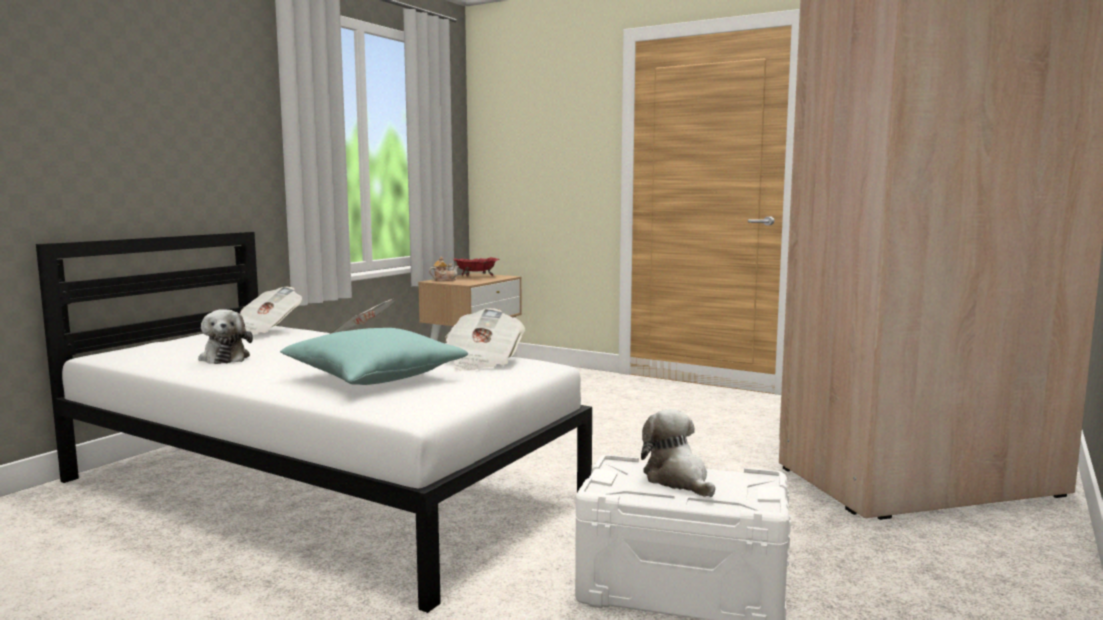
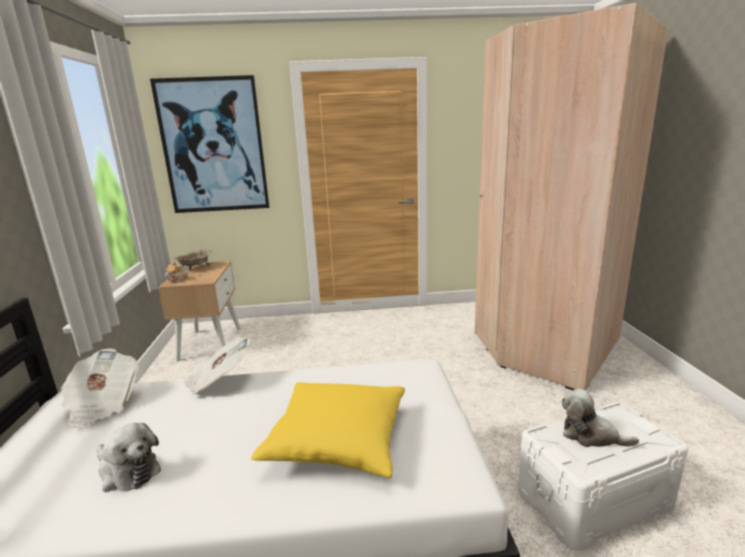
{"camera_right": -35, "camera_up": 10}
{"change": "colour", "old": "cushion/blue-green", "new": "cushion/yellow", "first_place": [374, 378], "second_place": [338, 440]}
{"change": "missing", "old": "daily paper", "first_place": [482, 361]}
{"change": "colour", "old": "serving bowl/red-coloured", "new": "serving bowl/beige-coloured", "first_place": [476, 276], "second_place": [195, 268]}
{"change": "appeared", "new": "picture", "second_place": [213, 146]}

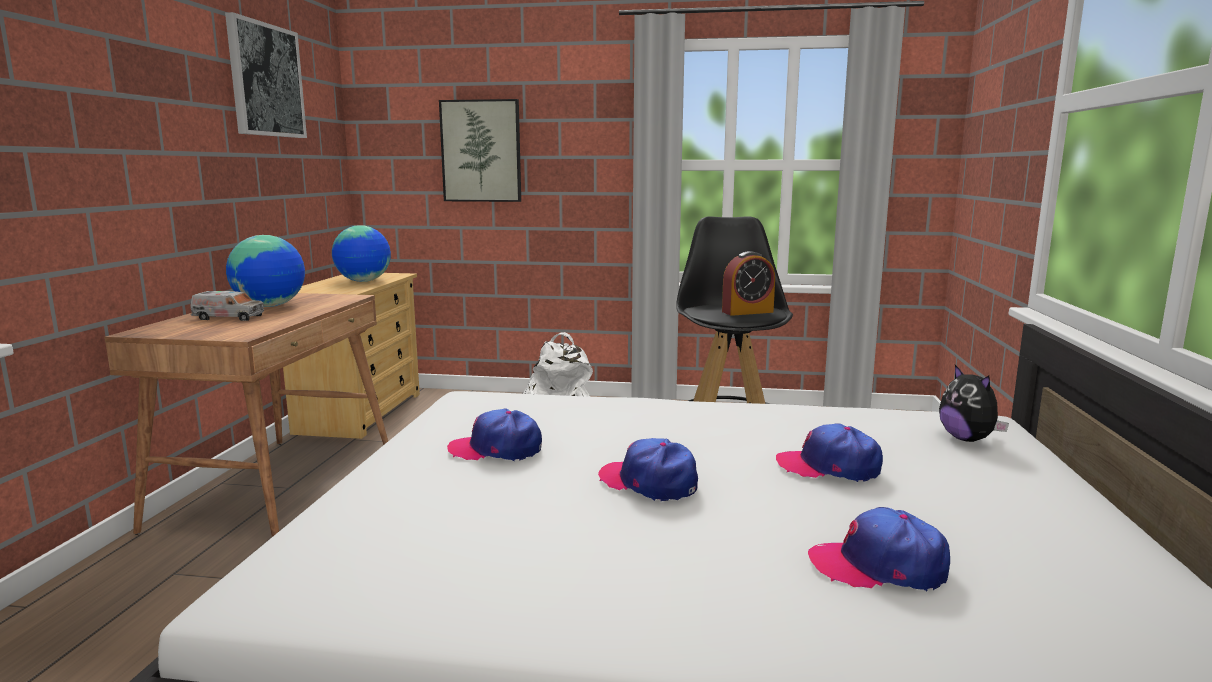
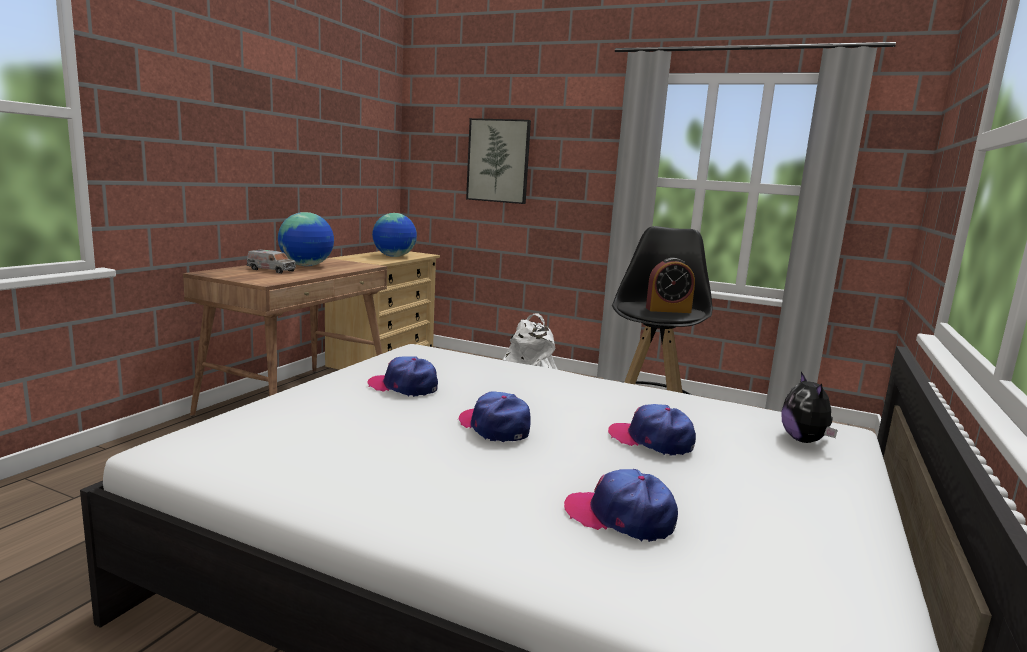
{"camera_right": 15, "camera_up": 0}
{"change": "missing", "old": "picture", "first_place": [265, 80]}

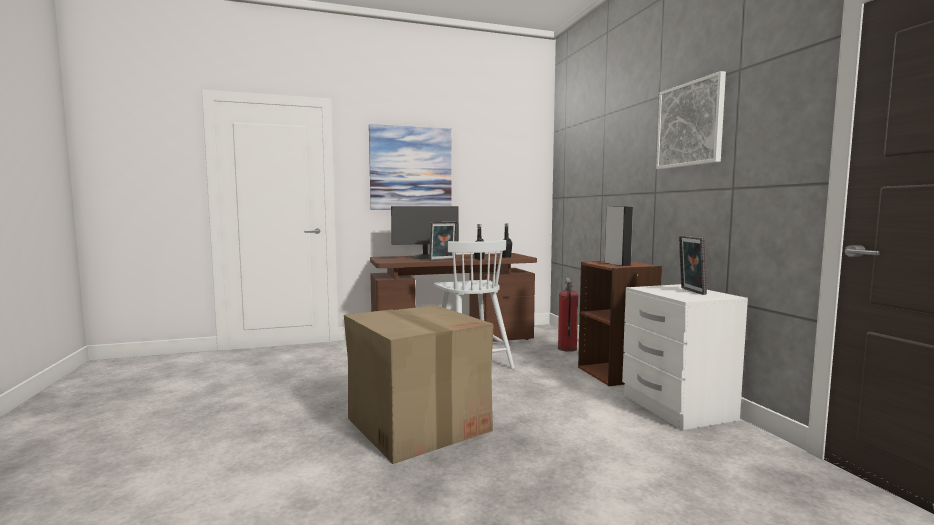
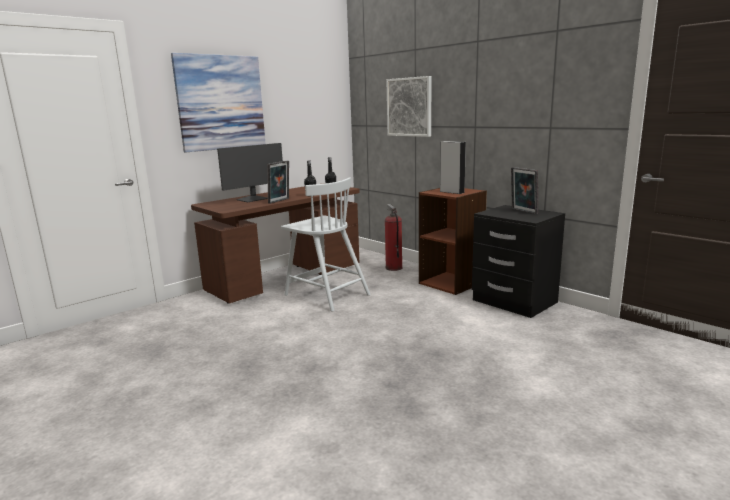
{"camera_right": -25, "camera_up": 10}
{"change": "missing", "old": "packing box", "first_place": [417, 424]}
{"change": "colour", "old": "bedside table/whitish", "new": "bedside table/black-coloured", "first_place": [676, 407], "second_place": [513, 302]}
{"change": "relocated", "old": "picture", "first_place": [690, 124], "second_place": [409, 107]}

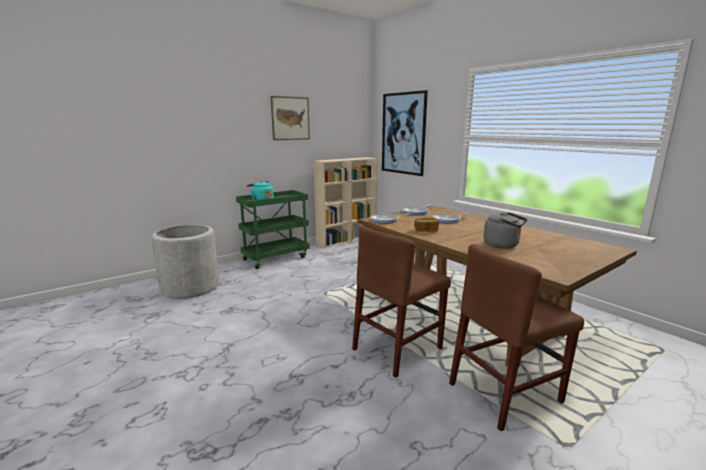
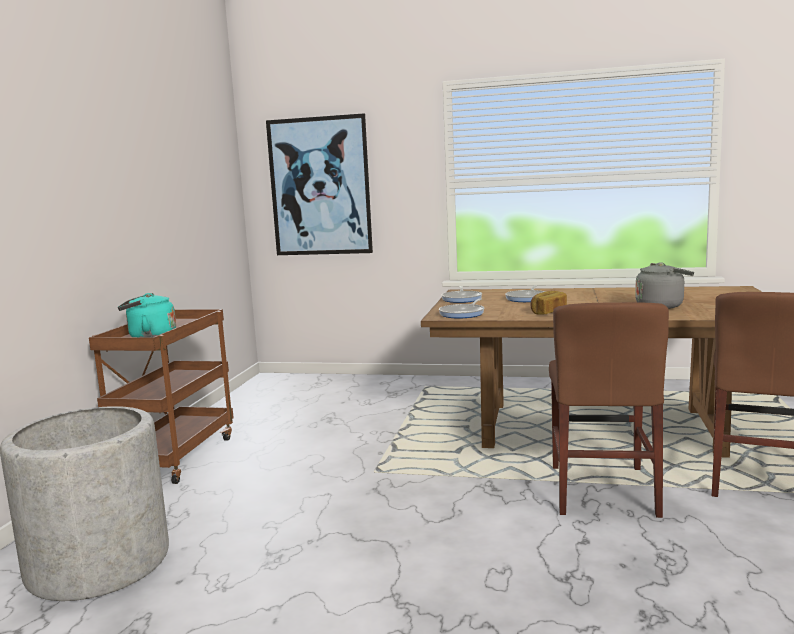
{"camera_right": -40, "camera_up": -5}
{"change": "colour", "old": "cart/greenish", "new": "cart/brown", "first_place": [276, 258], "second_place": [176, 456]}
{"change": "missing", "old": "picture", "first_place": [290, 118]}
{"change": "missing", "old": "bookcase/beige-coloured", "first_place": [347, 239]}

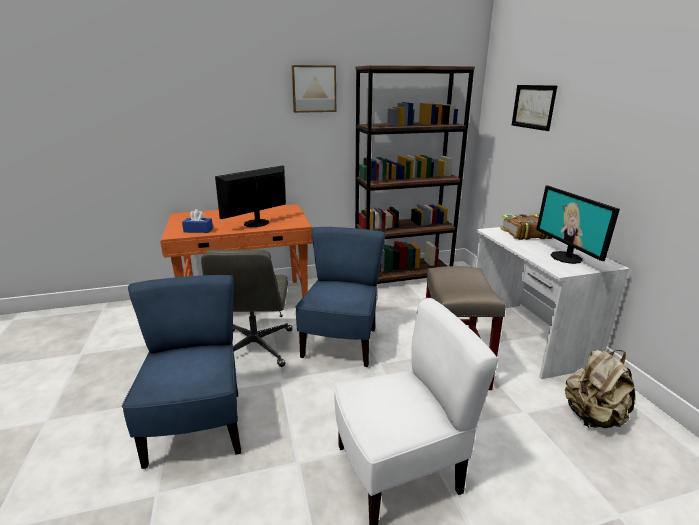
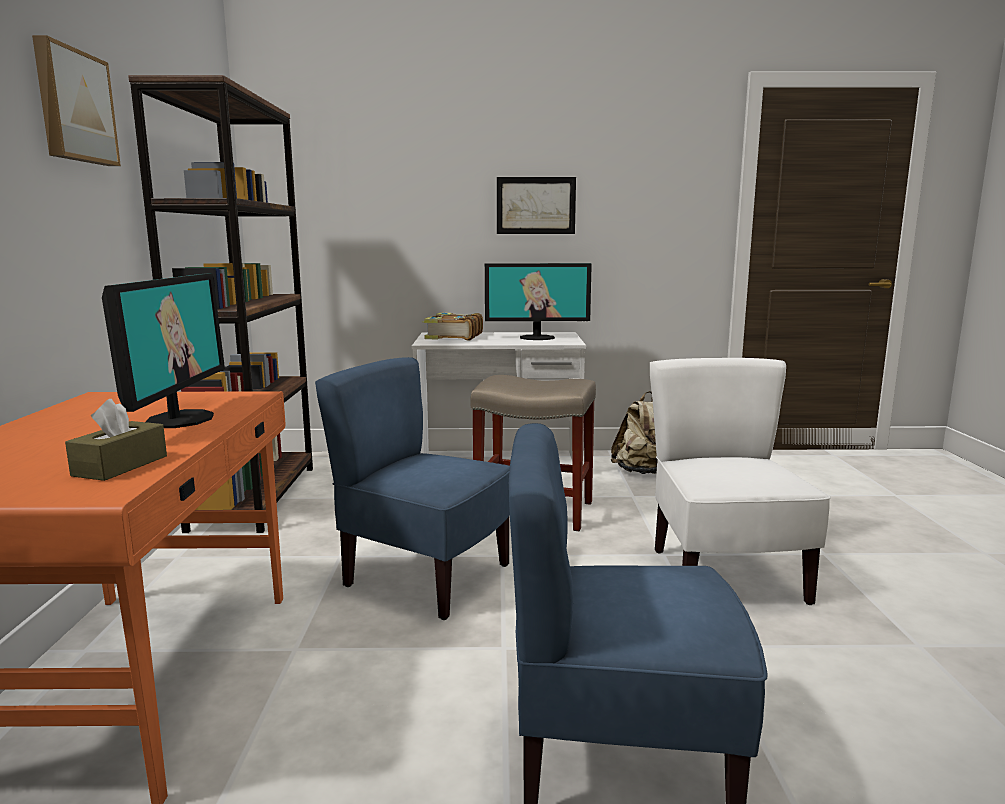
{"camera_right": -75, "camera_up": -10}
{"change": "colour", "old": "box of tissues/blue", "new": "box of tissues/brown", "first_place": [198, 230], "second_place": [120, 466]}
{"change": "missing", "old": "office chair/grey", "first_place": [255, 348]}
{"change": "spun", "old": "computer screen", "first_place": [256, 223], "second_place": [178, 419], "degrees": -150}
{"change": "relocated", "old": "picture", "first_place": [533, 107], "second_place": [536, 205]}

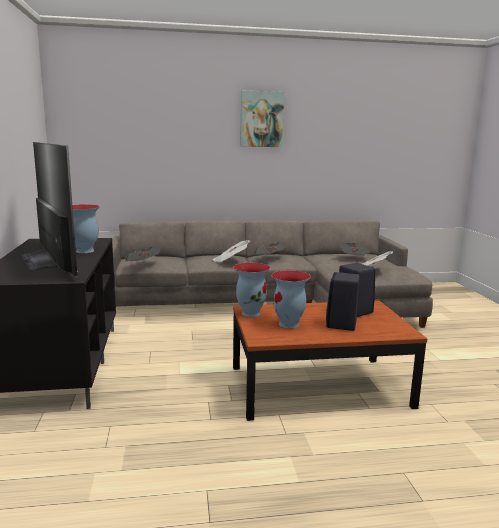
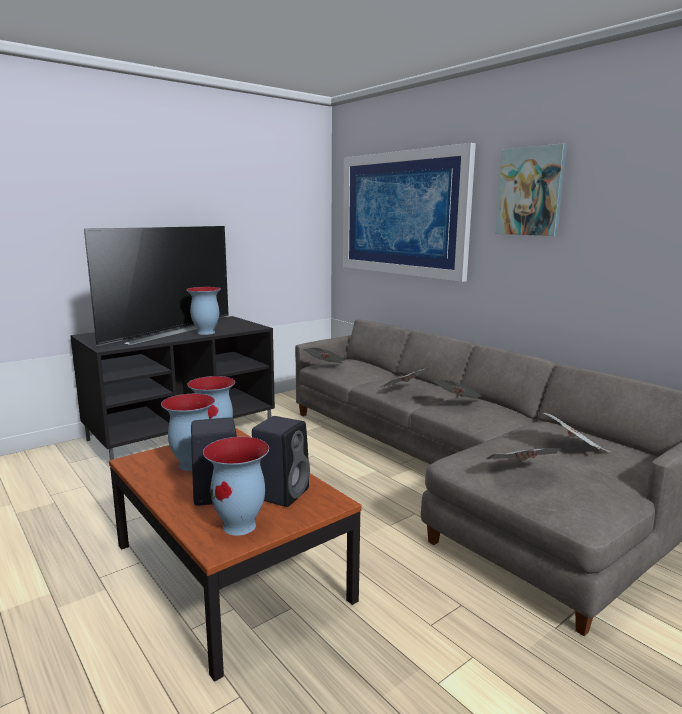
{"camera_right": 60, "camera_up": 0}
{"change": "appeared", "new": "vase", "second_place": [240, 526]}
{"change": "appeared", "new": "picture", "second_place": [402, 214]}

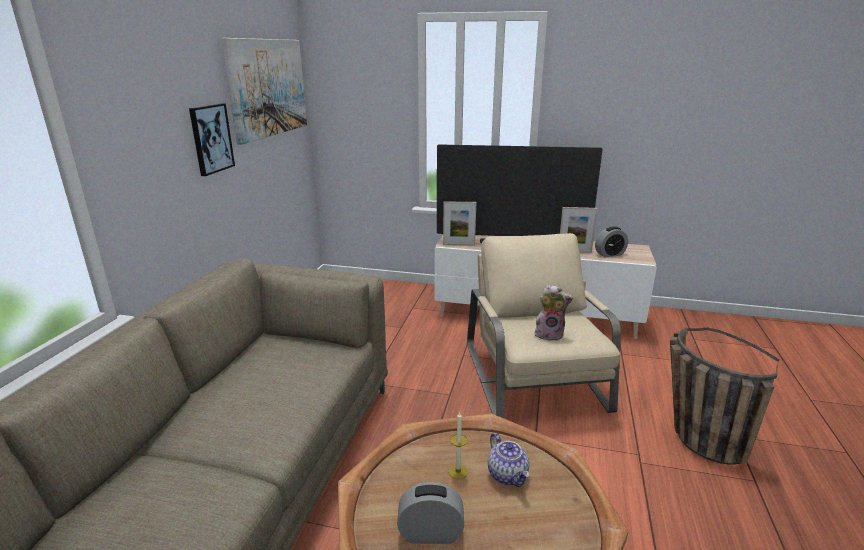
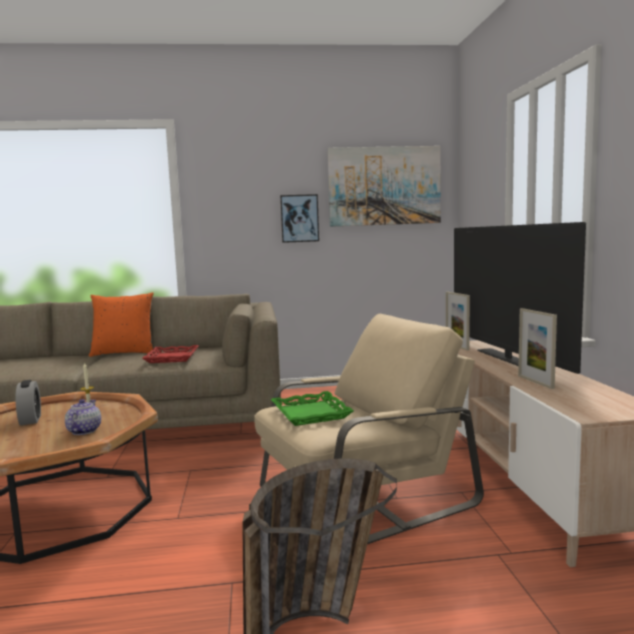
{"camera_right": 70, "camera_up": -15}
{"change": "spun", "old": "pot for tea", "first_place": [508, 475], "second_place": [84, 431], "degrees": 135}
{"change": "exchanged", "old": "soft toy", "new": "carrying tray/greenish", "first_place": [549, 334], "second_place": [310, 413]}
{"change": "missing", "old": "bedside clock", "first_place": [609, 254]}
{"change": "appeared", "new": "cushion/orange-coloured", "second_place": [124, 353]}
{"change": "appeared", "new": "carrying tray/red-coloured", "second_place": [171, 358]}

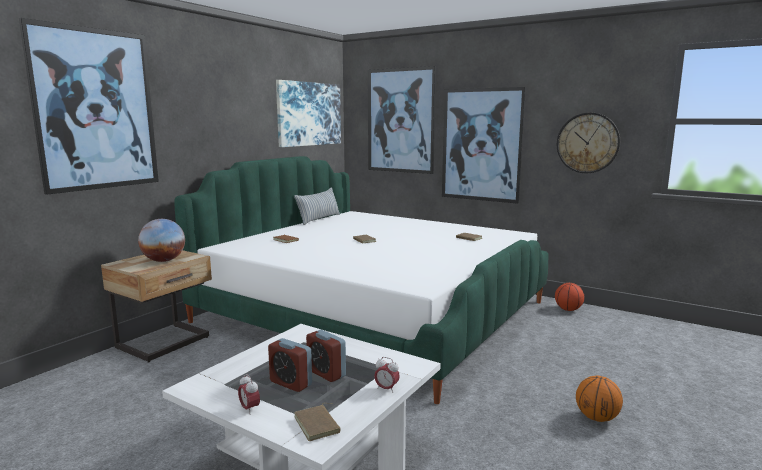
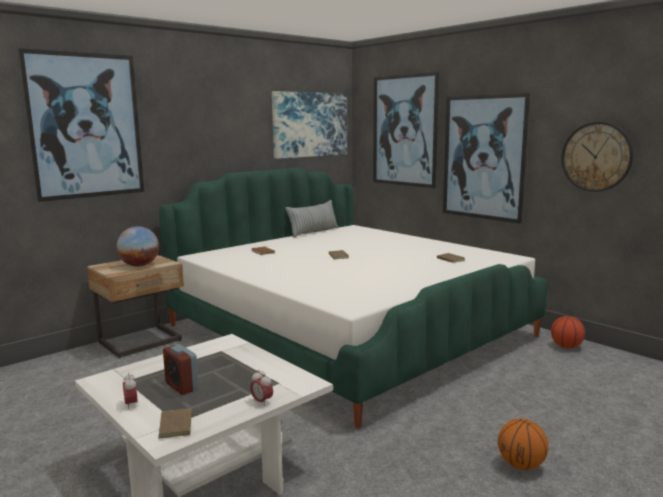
{"camera_right": 15, "camera_up": 0}
{"change": "missing", "old": "bedside clock", "first_place": [326, 373]}

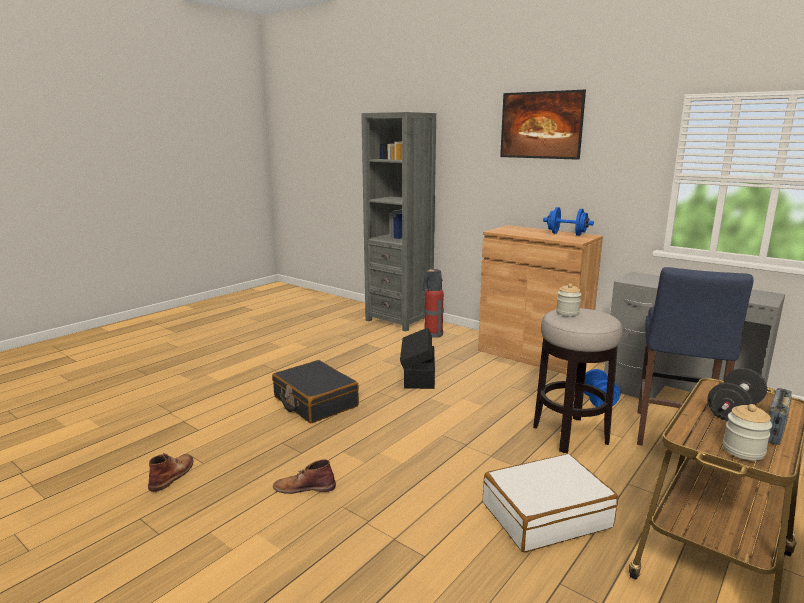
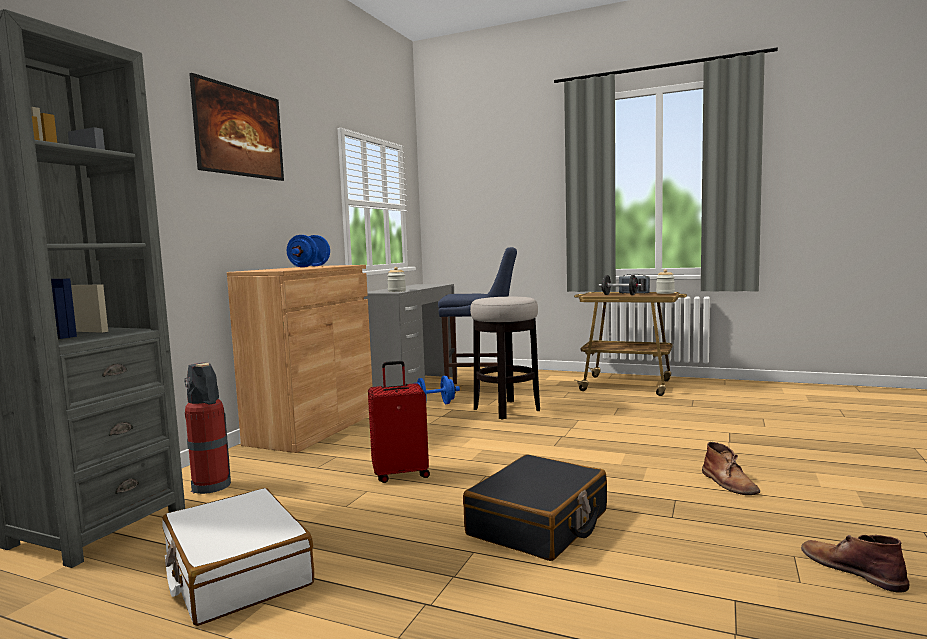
{"camera_right": -105, "camera_up": -10}
{"change": "spun", "old": "tall boot/brown", "first_place": [173, 474], "second_place": [851, 569], "degrees": 60}
{"change": "exchanged", "old": "storage box/black-coloured", "new": "suitcase/red-coloured", "first_place": [418, 375], "second_place": [401, 474]}
{"change": "relocated", "old": "suitcase/whitish", "first_place": [545, 515], "second_place": [236, 573]}
{"change": "relocated", "old": "storage jar", "first_place": [567, 313], "second_place": [397, 291]}

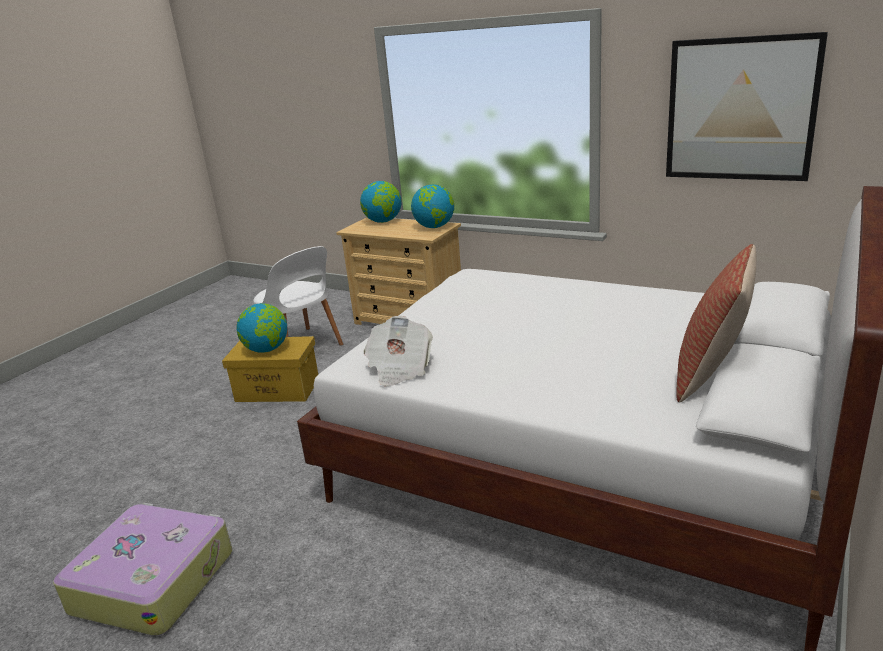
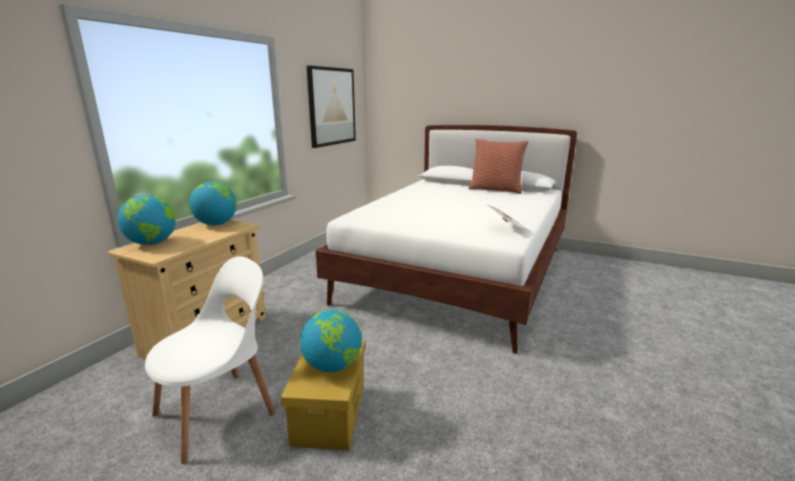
{"camera_right": -95, "camera_up": -5}
{"change": "missing", "old": "suitcase", "first_place": [154, 580]}

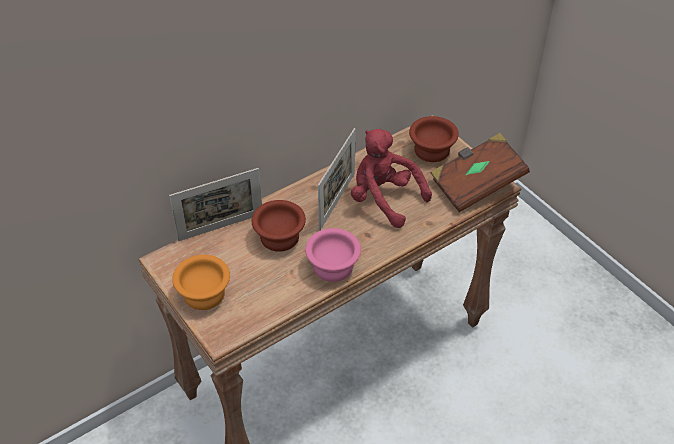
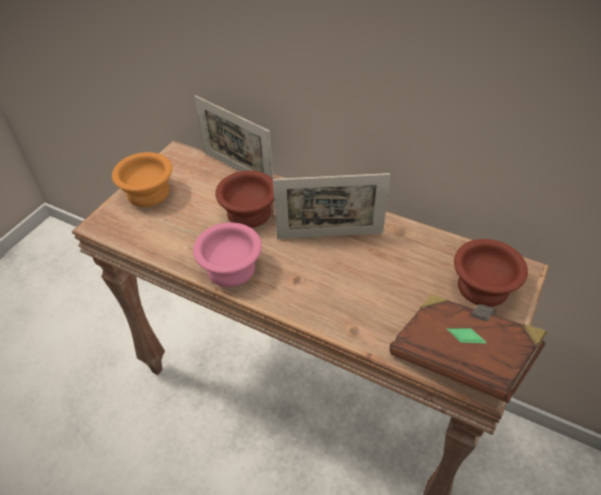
{"camera_right": 65, "camera_up": 0}
{"change": "missing", "old": "soft toy/red-coloured", "first_place": [384, 199]}

